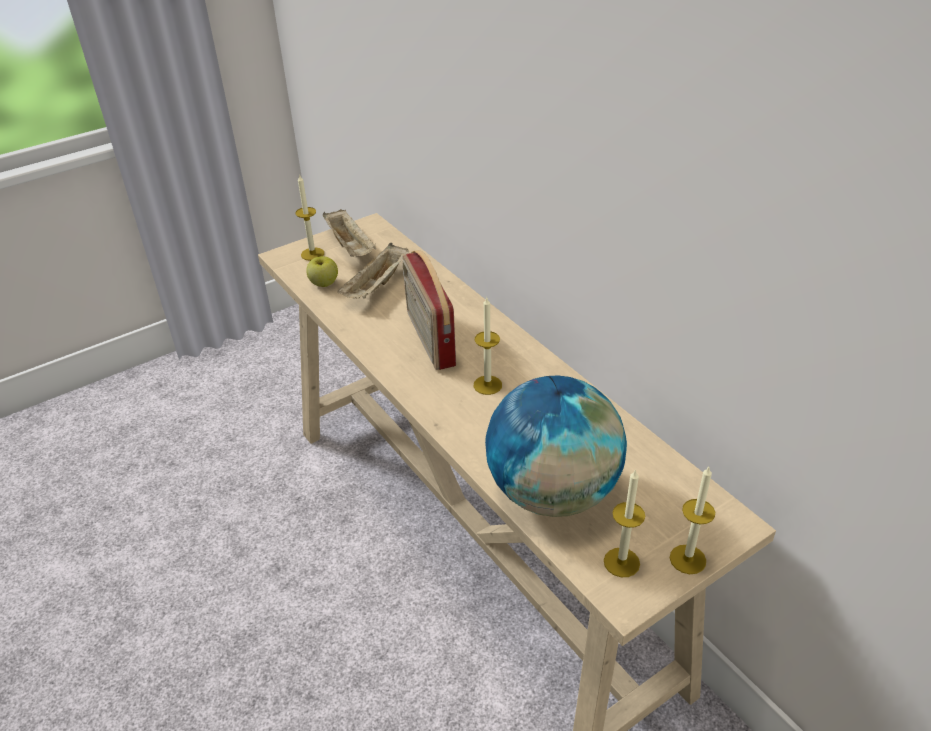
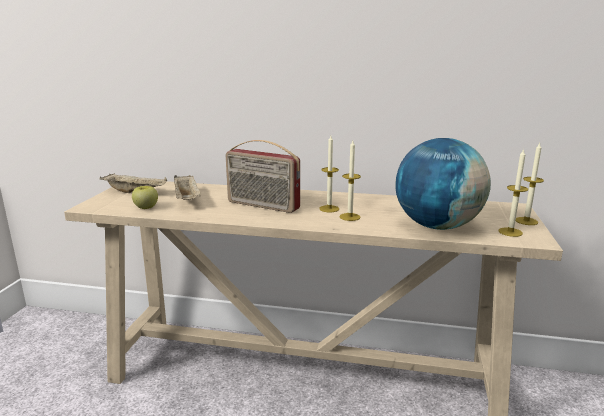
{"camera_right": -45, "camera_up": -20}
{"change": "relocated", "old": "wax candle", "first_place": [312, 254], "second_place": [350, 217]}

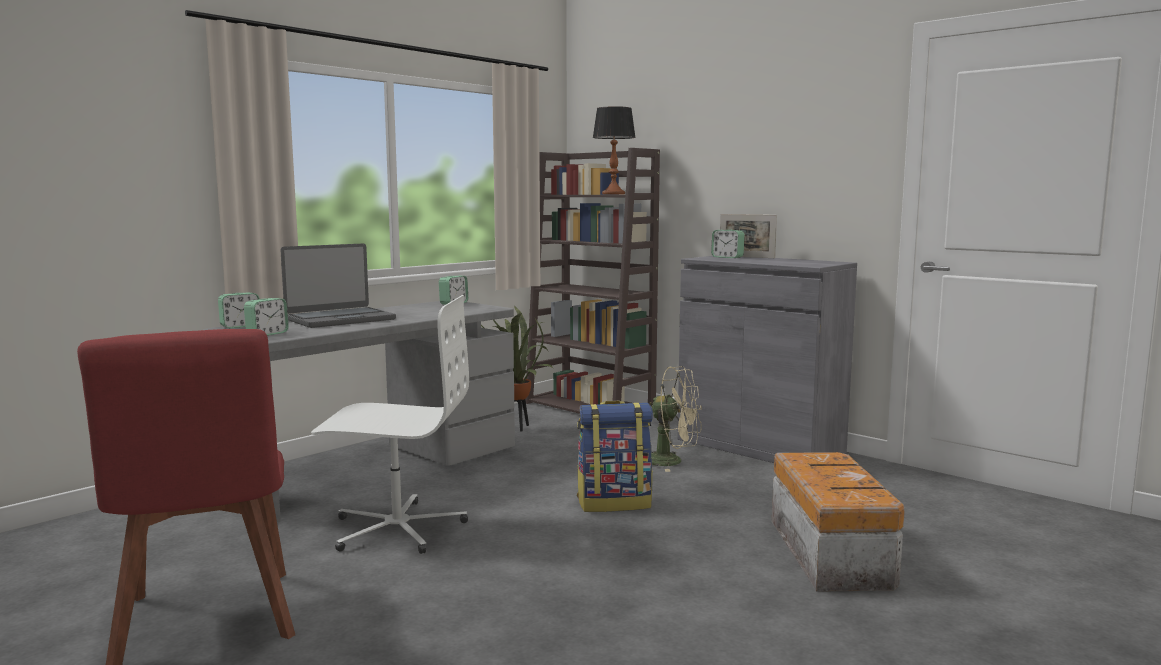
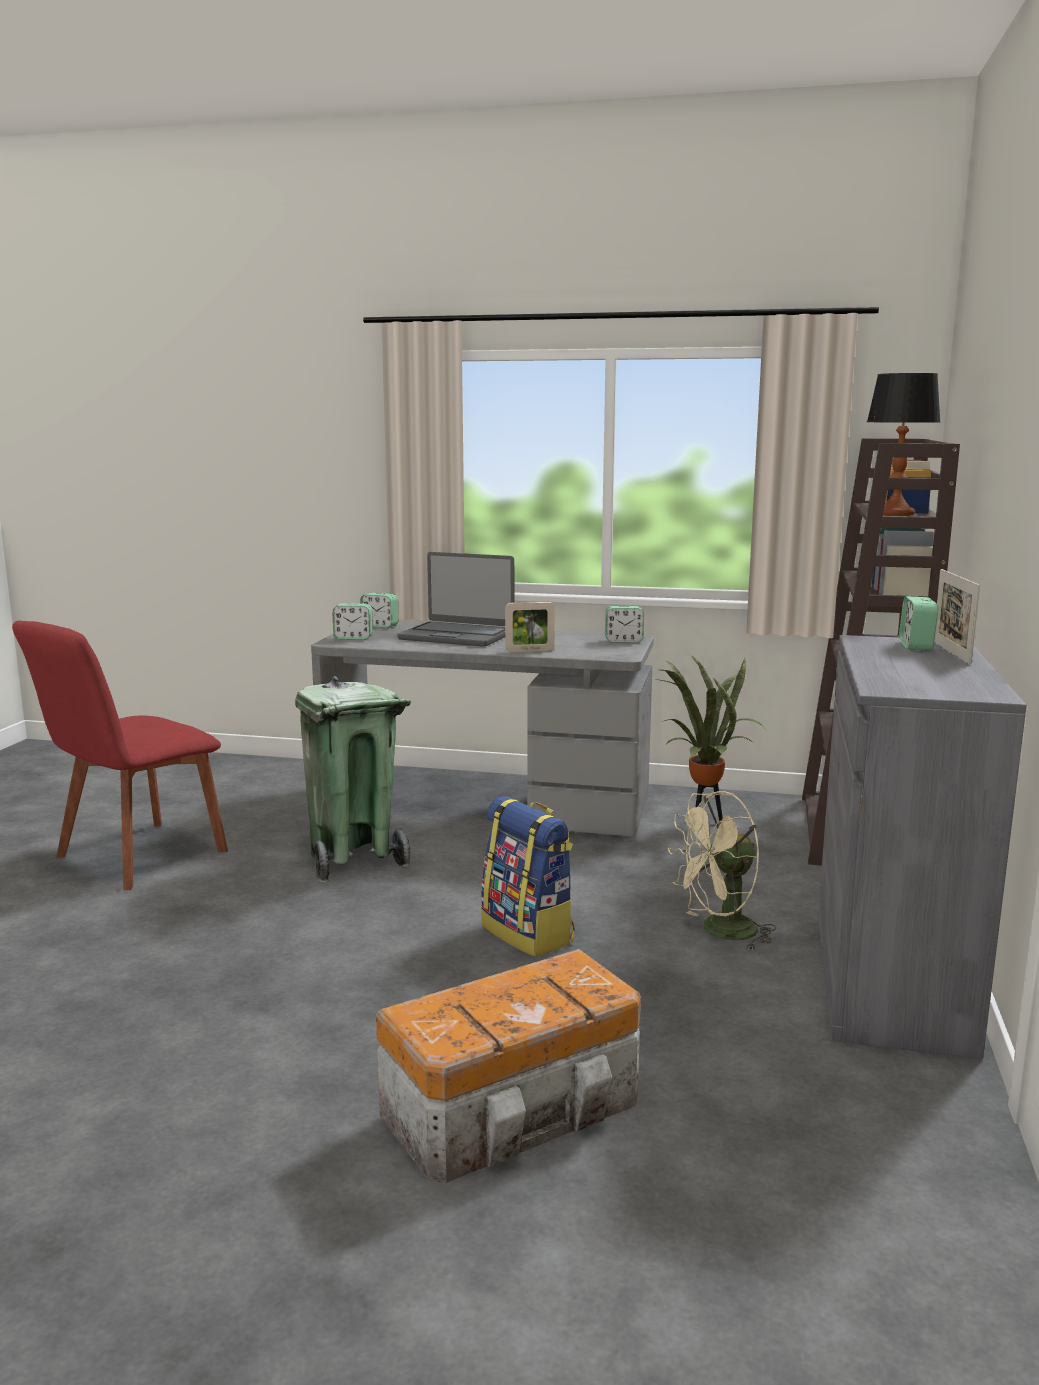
{"camera_right": 60, "camera_up": 5}
{"change": "exchanged", "old": "office chair/whitish", "new": "rubbish bin/greenish", "first_place": [397, 528], "second_place": [353, 858]}
{"change": "spun", "old": "cooling fan/beige-coloured", "first_place": [672, 461], "second_place": [720, 932], "degrees": 75}
{"change": "appeared", "new": "standing frame", "second_place": [529, 650]}

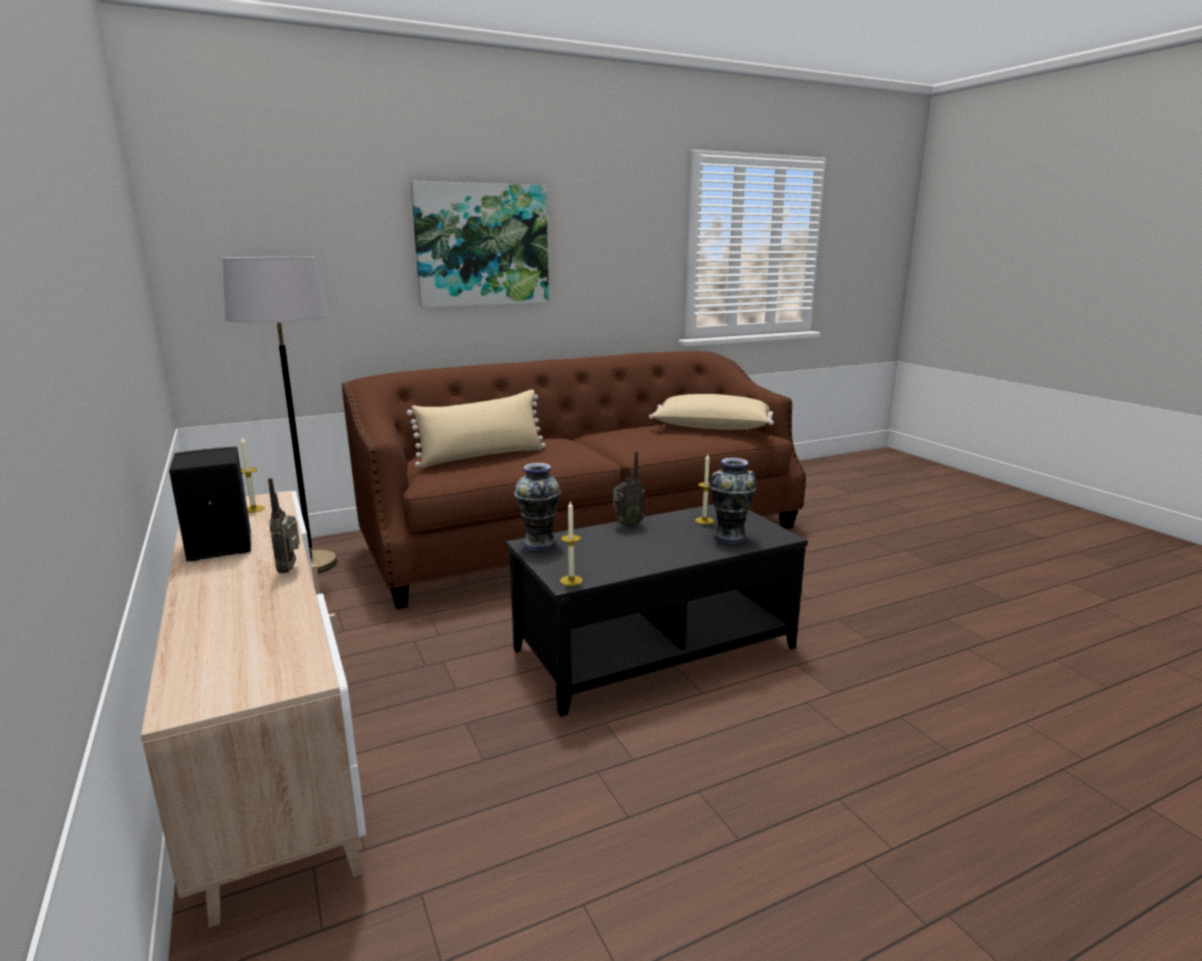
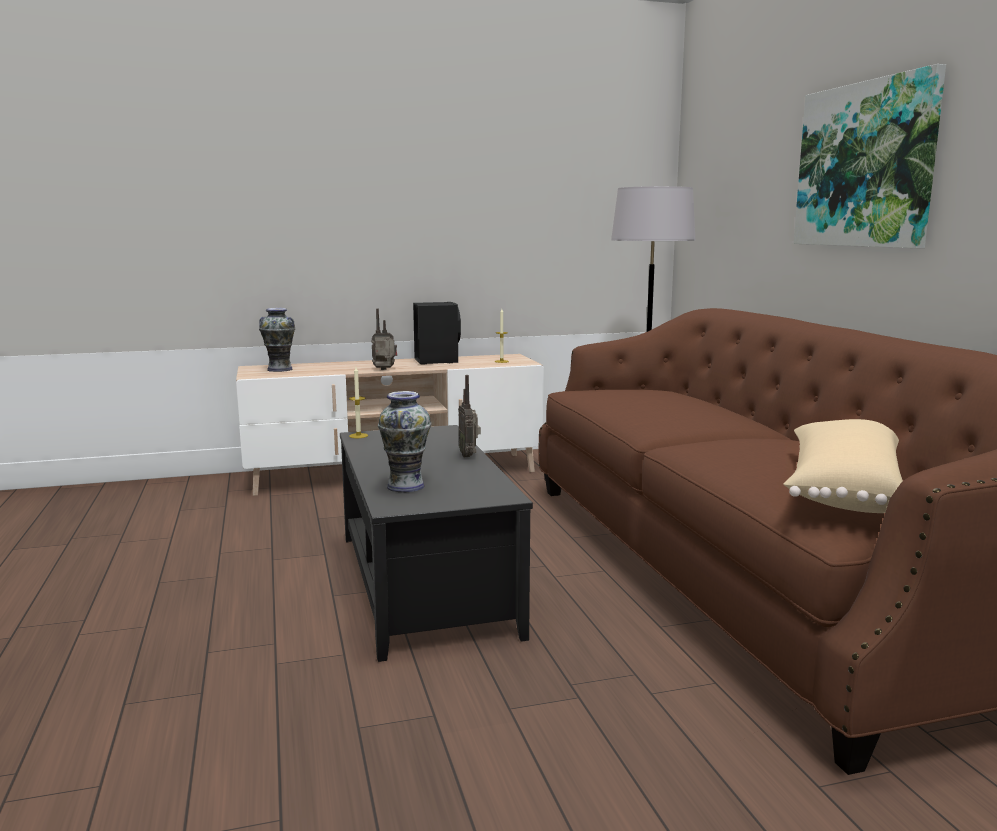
{"camera_right": 100, "camera_up": -5}
{"change": "missing", "old": "cushion/beige-coloured", "first_place": [482, 456]}
{"change": "relocated", "old": "vase", "first_place": [540, 544], "second_place": [279, 369]}
{"change": "missing", "old": "wax candle", "first_place": [704, 520]}

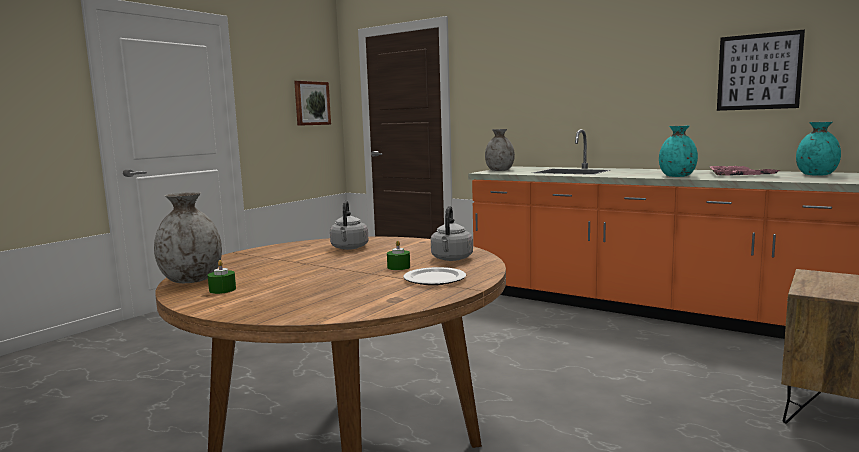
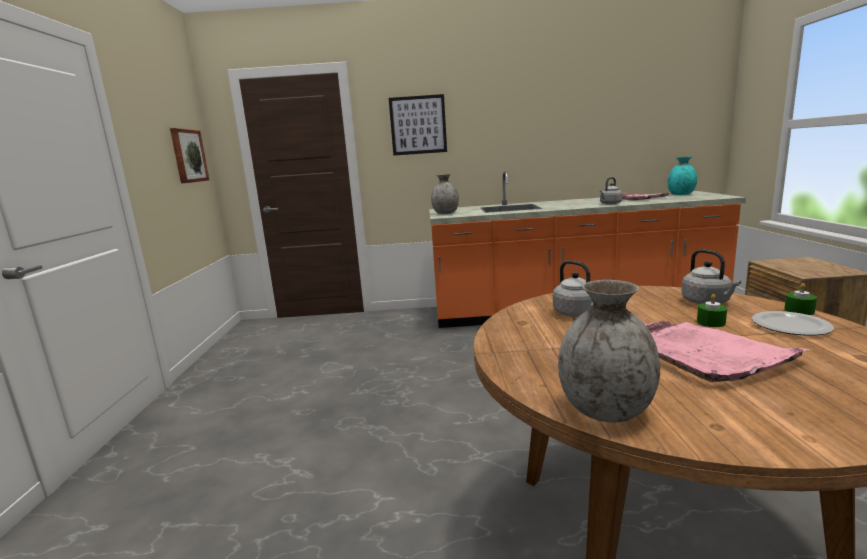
{"camera_right": -35, "camera_up": 5}
{"change": "relocated", "old": "wax candle/greenish", "first_place": [222, 290], "second_place": [799, 311]}
{"change": "exchanged", "old": "vase/blue-green", "new": "tea kettle/grey", "first_place": [677, 176], "second_place": [610, 204]}
{"change": "relocated", "old": "picture", "first_place": [759, 72], "second_place": [418, 125]}
{"change": "appeared", "new": "carrying tray/pink-coloured", "second_place": [704, 353]}

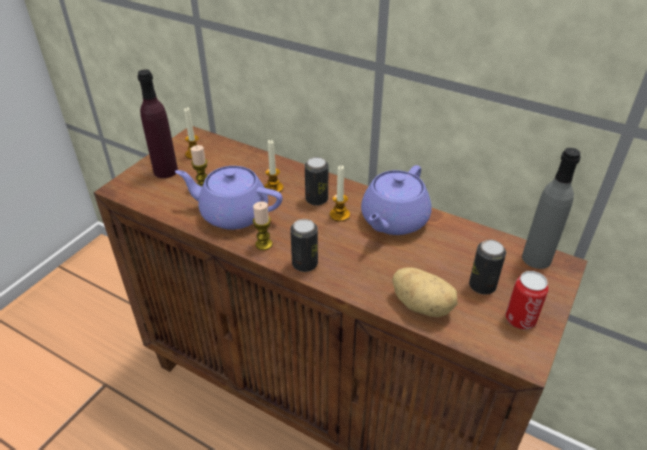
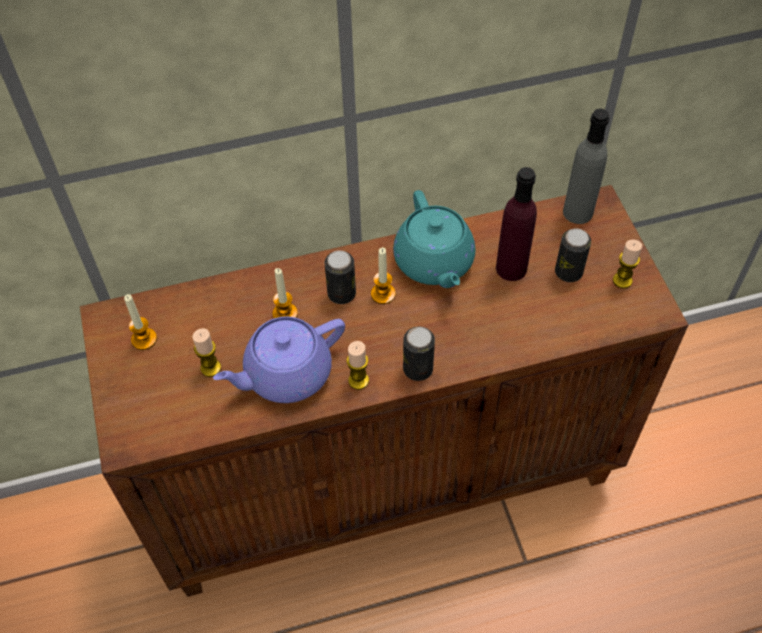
{"camera_right": -45, "camera_up": 15}
{"change": "relocated", "old": "beverage bottle/purple", "first_place": [165, 171], "second_place": [511, 268]}
{"change": "colour", "old": "pot for tea/purple", "new": "pot for tea/blue-green", "first_place": [393, 220], "second_place": [434, 262]}
{"change": "missing", "old": "potato", "first_place": [422, 305]}
{"change": "exchanged", "old": "can", "new": "wax candle", "first_place": [520, 319], "second_place": [622, 280]}

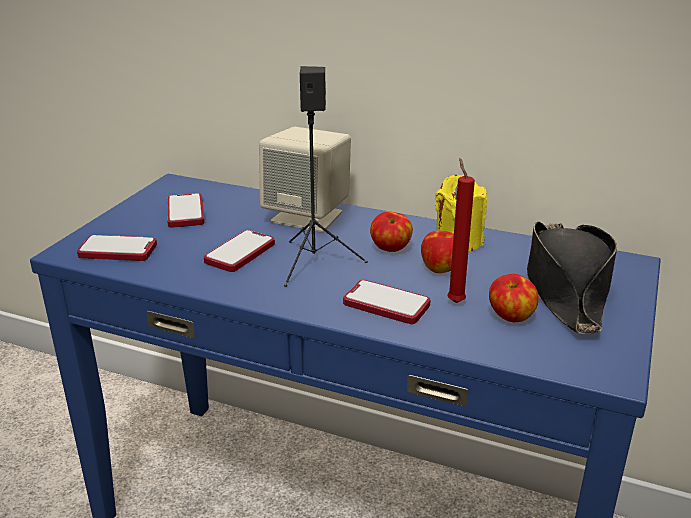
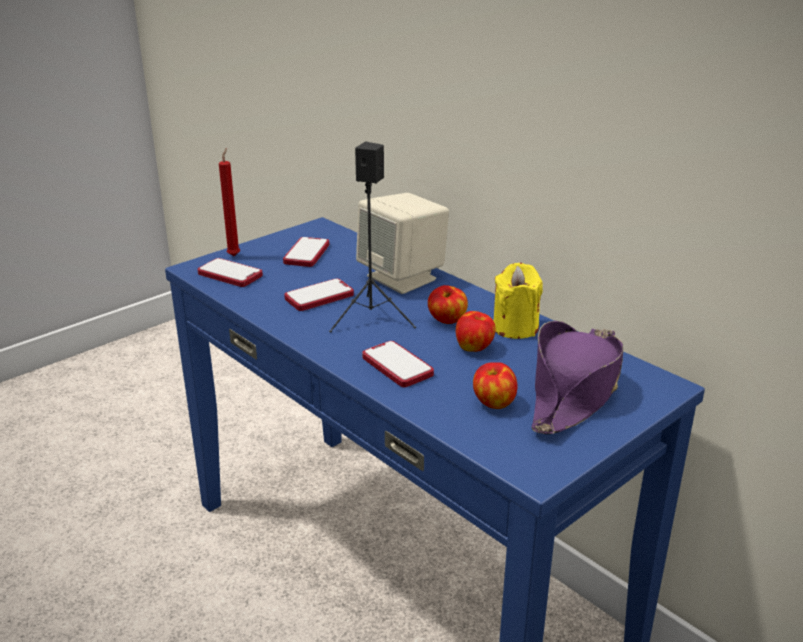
{"camera_right": 25, "camera_up": 0}
{"change": "relocated", "old": "wax candle/red-coloured", "first_place": [454, 301], "second_place": [234, 255]}
{"change": "colour", "old": "wearable hat/black-coloured", "new": "wearable hat/purple", "first_place": [565, 286], "second_place": [574, 390]}

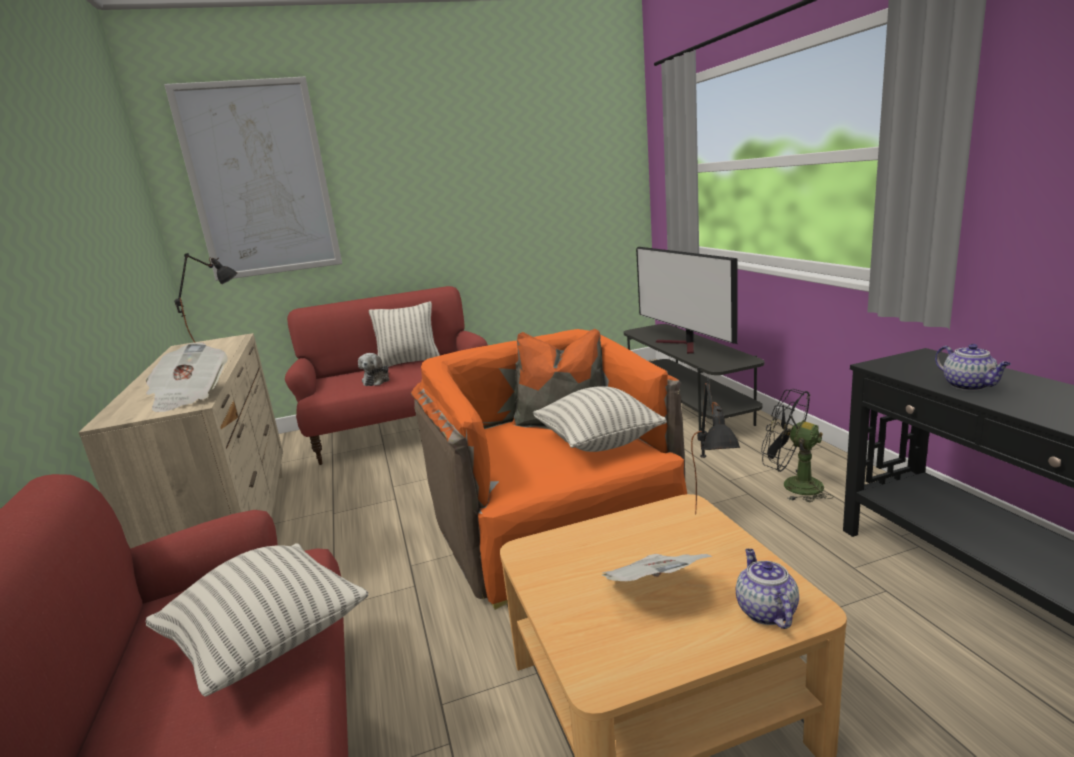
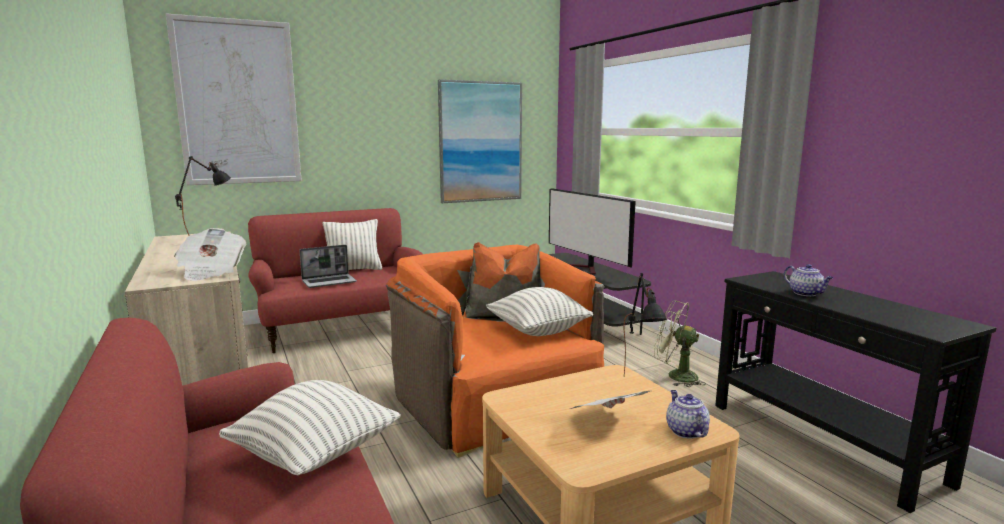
{"camera_right": -10, "camera_up": -5}
{"change": "exchanged", "old": "soft toy", "new": "portable computer", "first_place": [377, 380], "second_place": [329, 282]}
{"change": "colour", "old": "cooling fan/black-coloured", "new": "cooling fan/greenish", "first_place": [793, 485], "second_place": [675, 376]}
{"change": "appeared", "new": "picture", "second_place": [480, 142]}

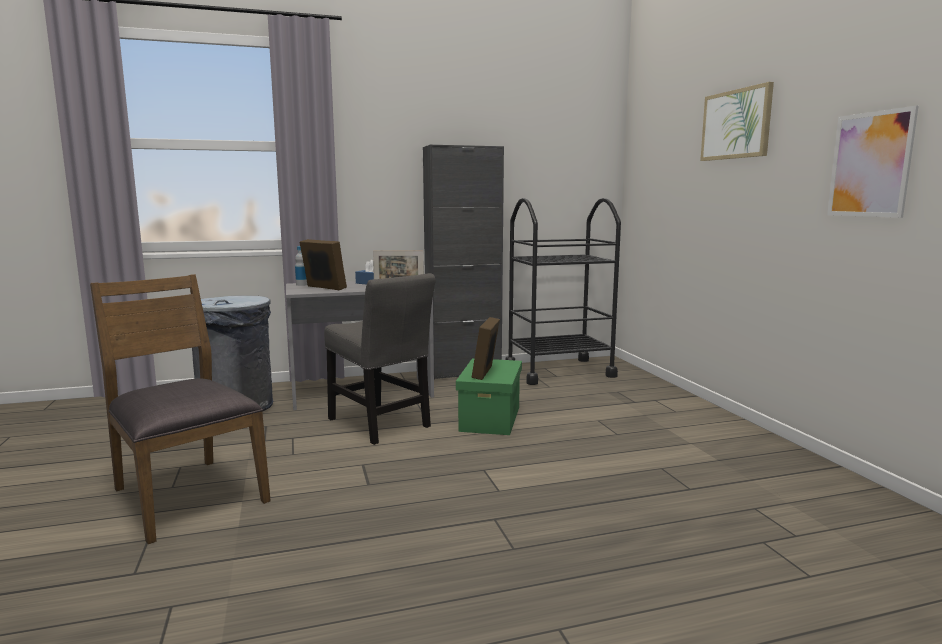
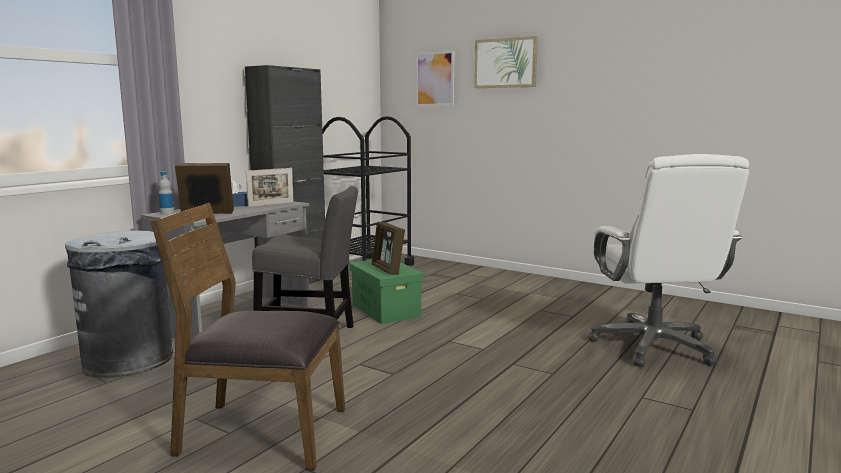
{"camera_right": -40, "camera_up": 0}
{"change": "relocated", "old": "picture", "first_place": [870, 164], "second_place": [435, 79]}
{"change": "appeared", "new": "office chair/whitish", "second_place": [653, 346]}

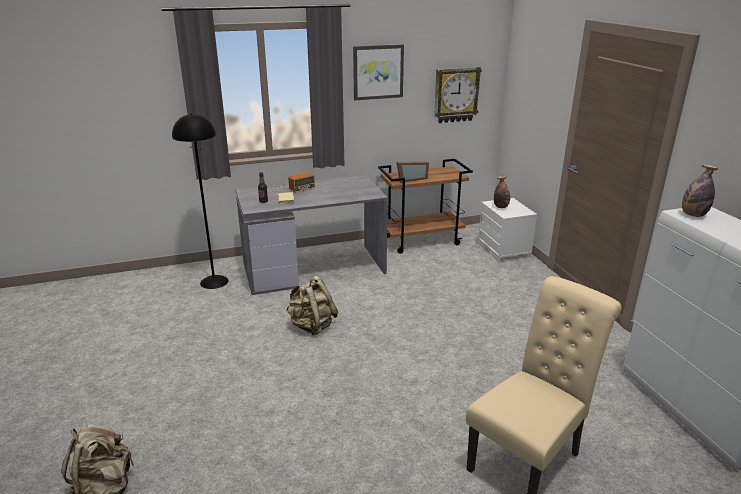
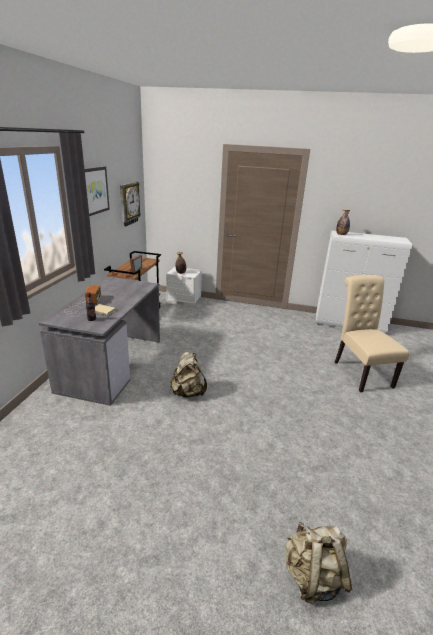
{"camera_right": -60, "camera_up": 0}
{"change": "missing", "old": "standing lamp/black-coloured", "first_place": [214, 282]}

